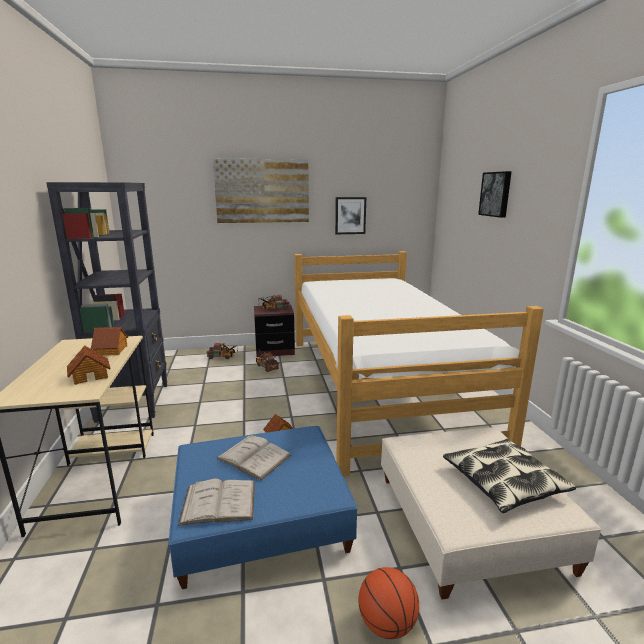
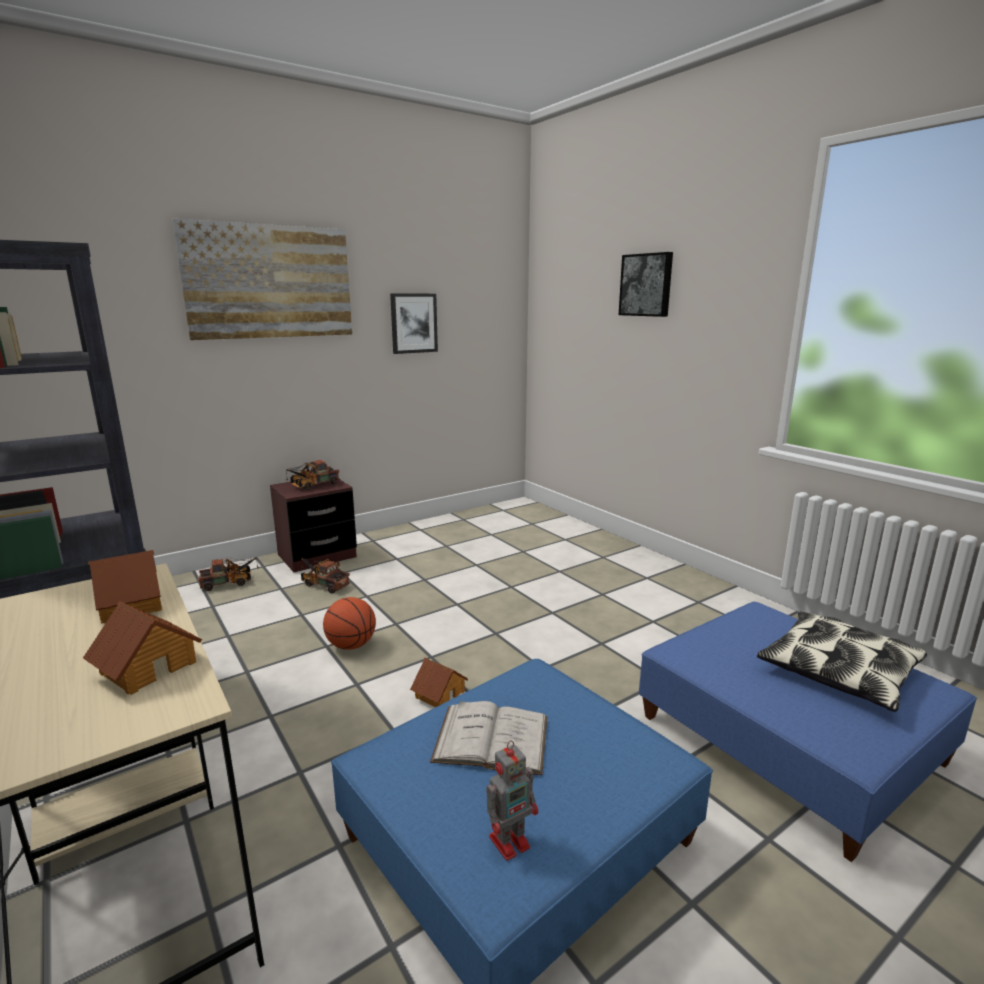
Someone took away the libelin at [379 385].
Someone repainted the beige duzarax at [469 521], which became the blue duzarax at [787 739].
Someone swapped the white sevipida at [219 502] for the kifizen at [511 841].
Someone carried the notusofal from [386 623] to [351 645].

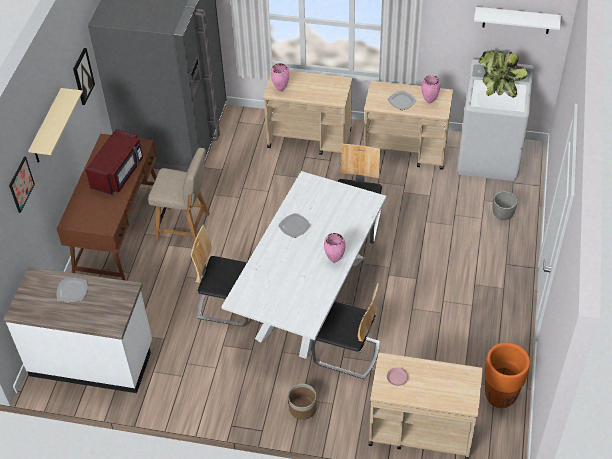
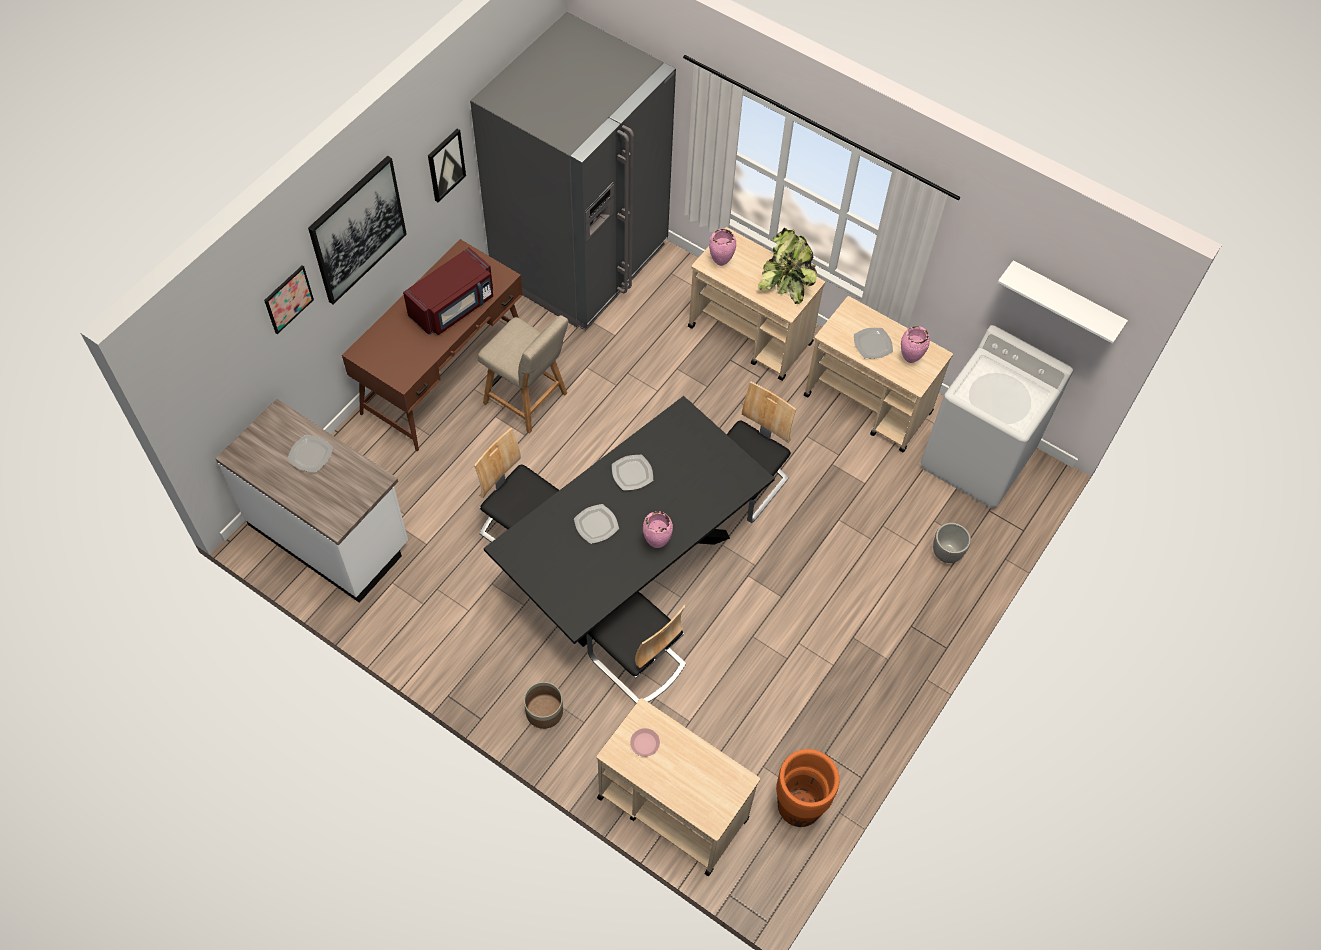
Someone carried the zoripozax from [497 87] to [786 281].
Someone swapped the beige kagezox at [47 127] for the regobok at [357 230].
Someone repainted the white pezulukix at [310 297], which became the black pezulukix at [631 565].
Someone put down the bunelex at [595 524].

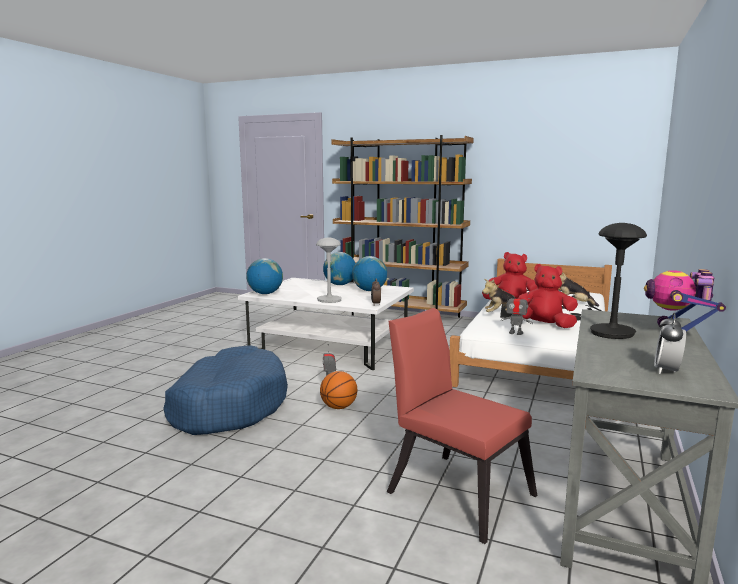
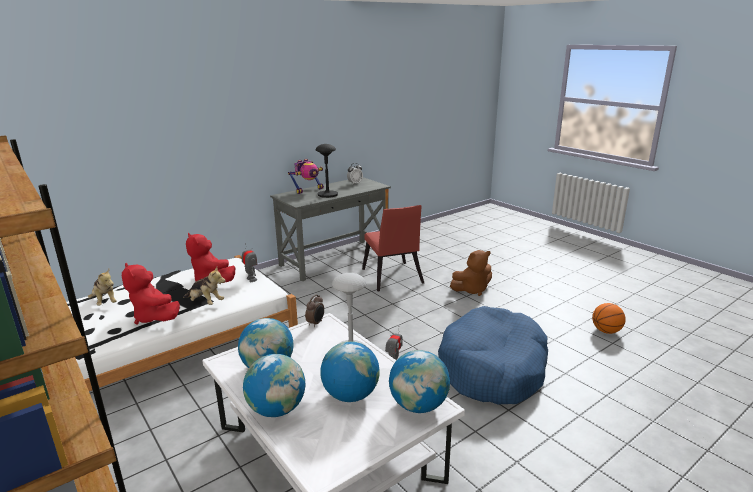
Someone carried the notusofal from [338 407] to [606 331].
Someone put down the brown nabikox at [472 290].
Someone put down the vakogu at [350 395].

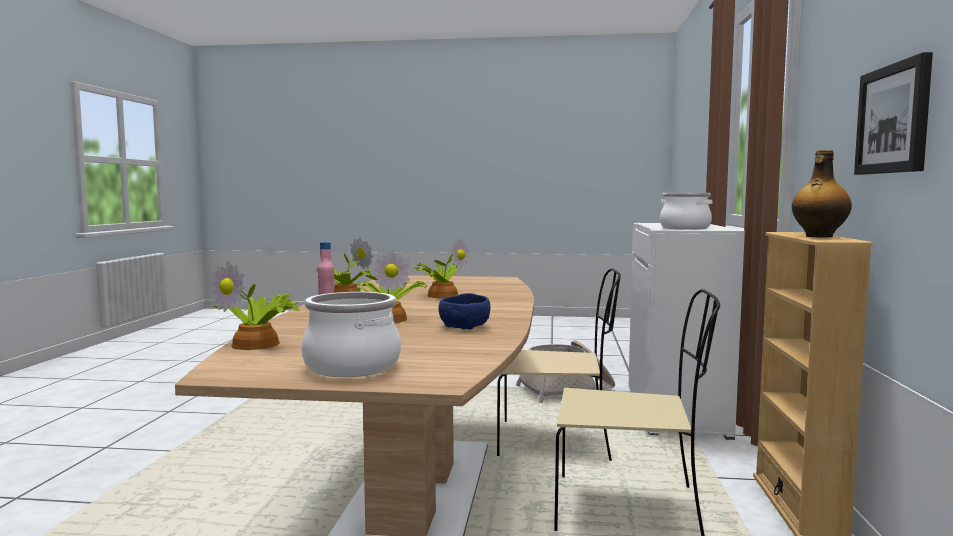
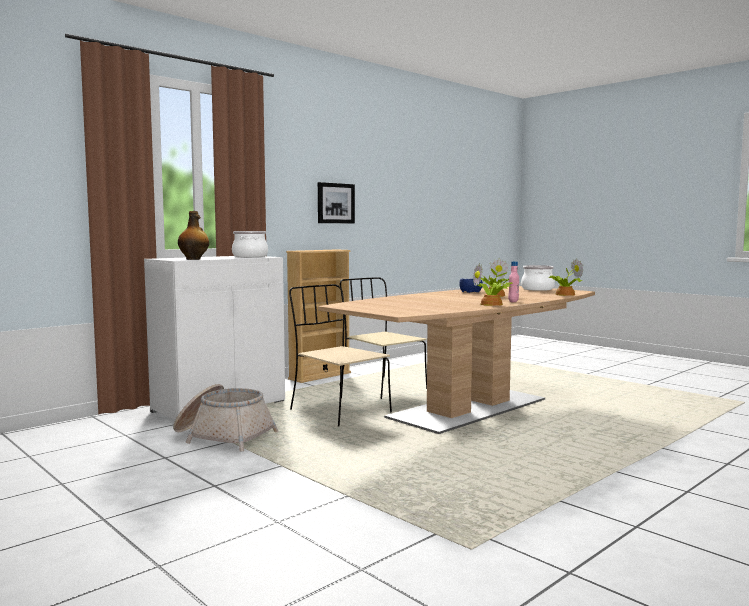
Someone carried the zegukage from [818 236] to [194 259].
Someone took away the zoripozax at [442 295].

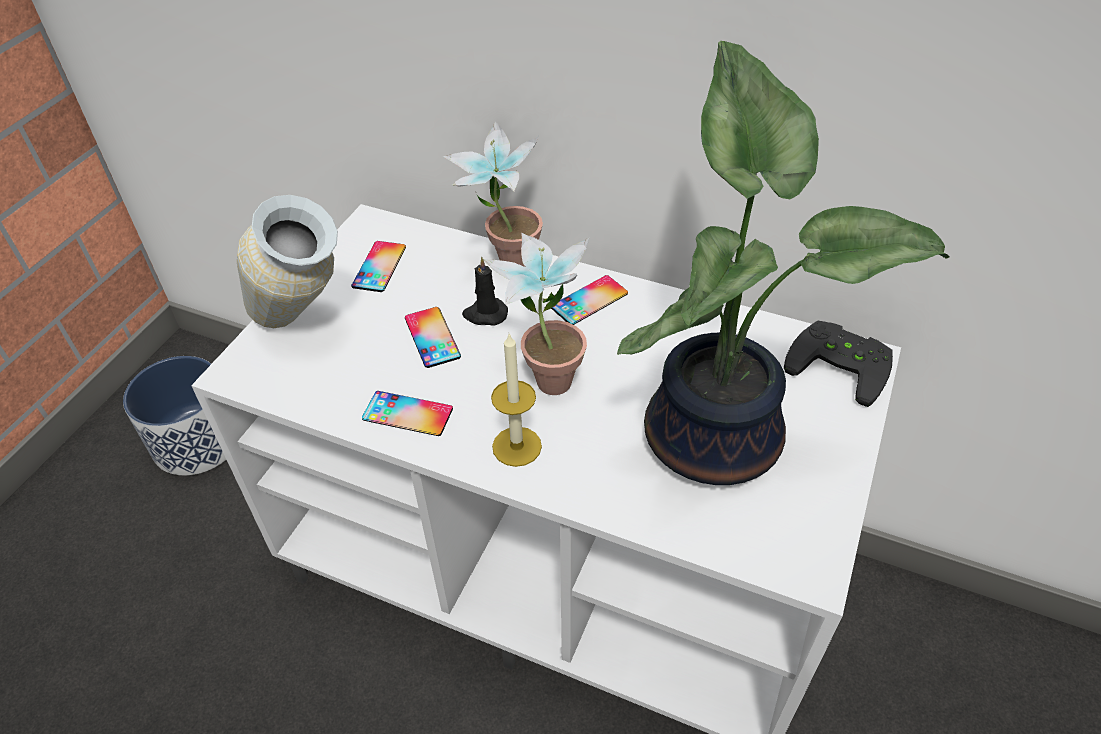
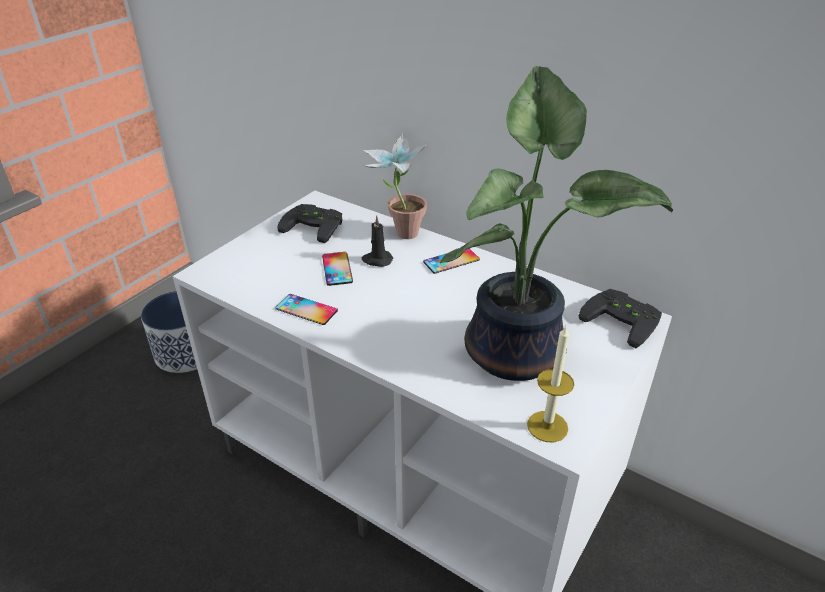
Someone took away the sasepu at [305 330].
Someone took away the zoripozax at [546 374].
Someone swapped the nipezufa at [379 266] for the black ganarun at [315 225].
Someone carried the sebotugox from [517 446] to [547 426].

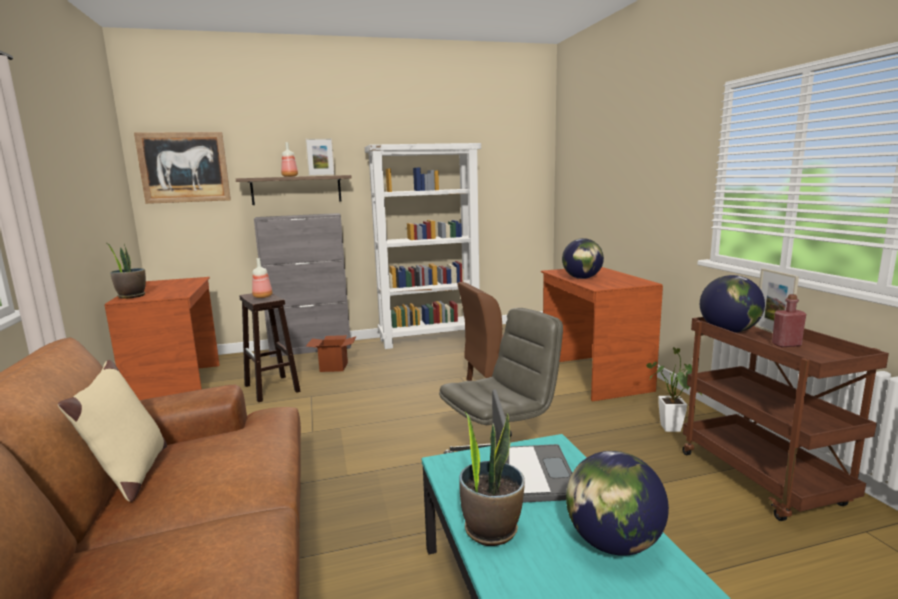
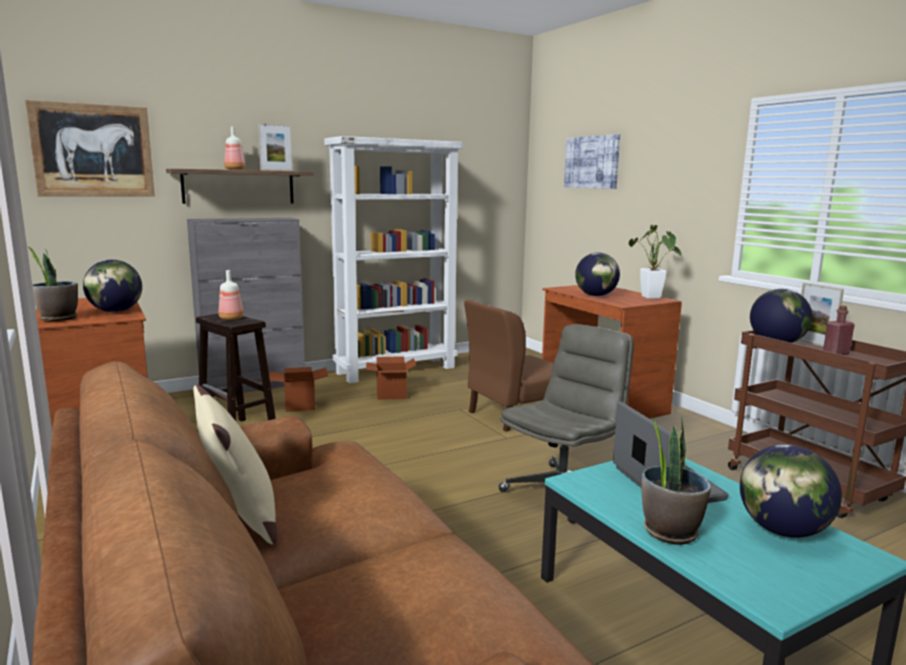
Someone carried the zoripozax from [671 430] to [652 298].
Someone put up the regobok at [592 162].
Someone put down the vakogu at [115 311].
Someone put down the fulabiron at [391 394].

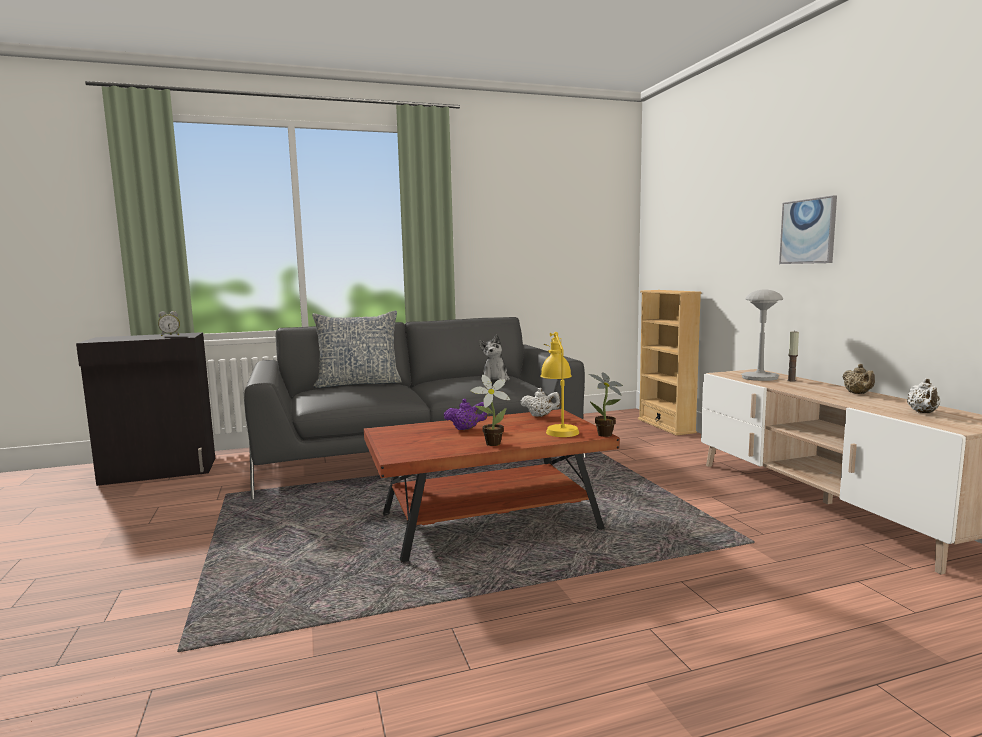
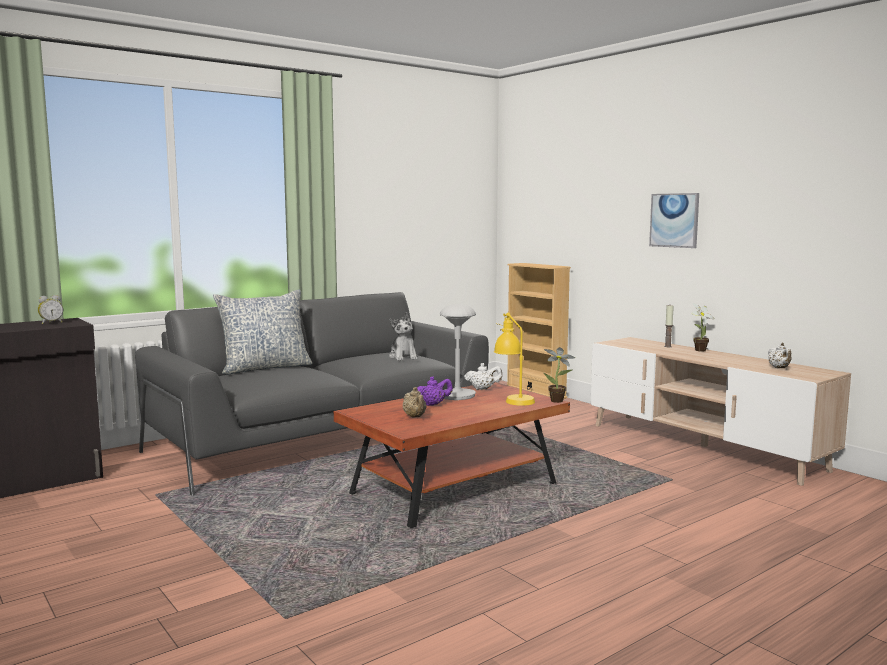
Someone carried the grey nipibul from [759 378] to [457 396].
Someone carried the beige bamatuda from [858 393] to [415 417].
Someone carried the zoripozax from [490 444] to [698 350].

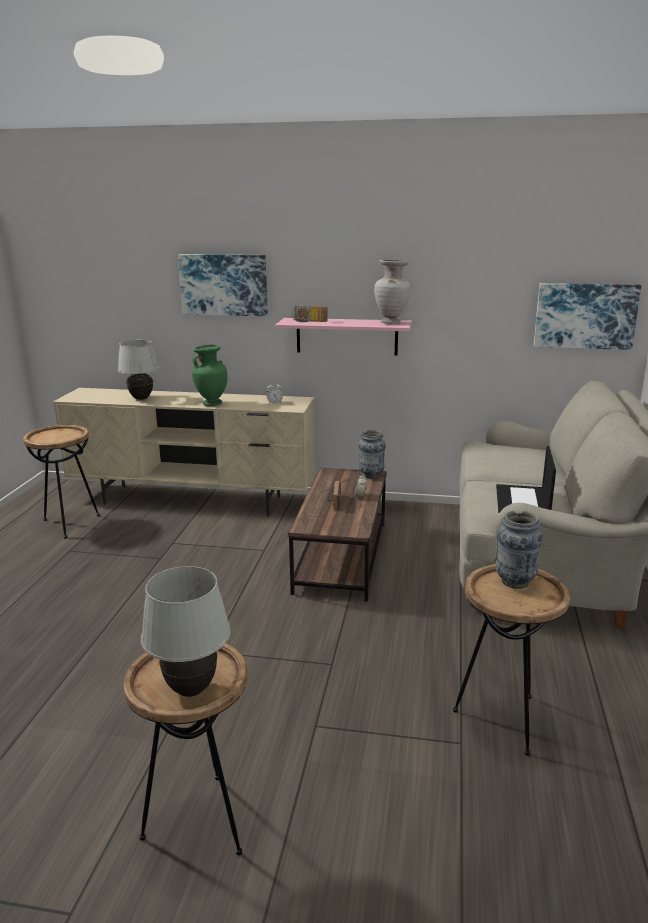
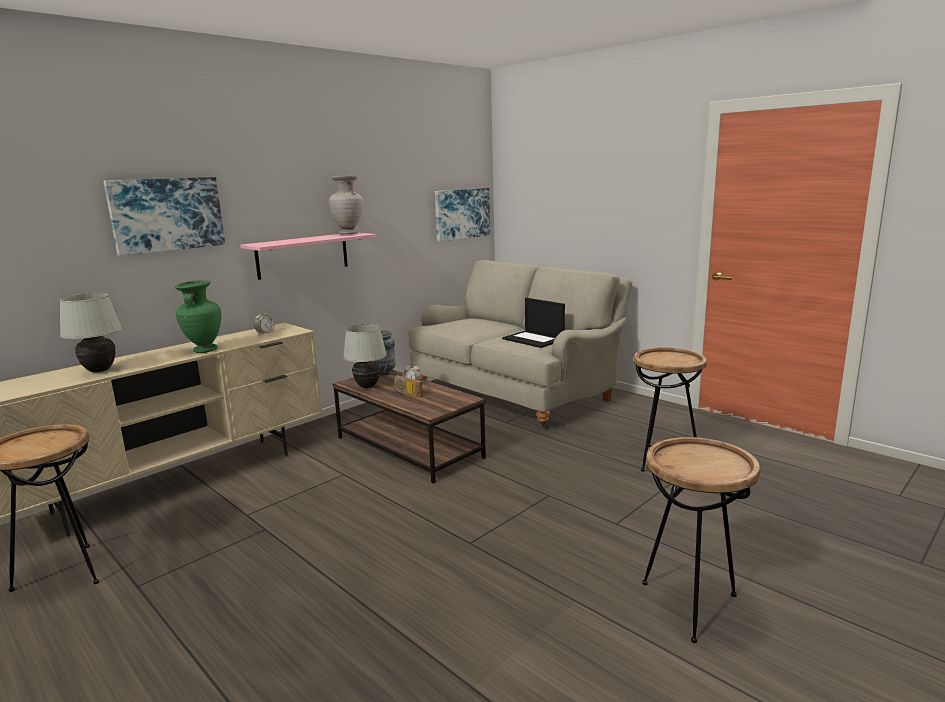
Someone took away the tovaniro at [309 321].
Someone took away the sasepu at [515 582].
Someone carried the white nipibul from [191 690] to [367 387].

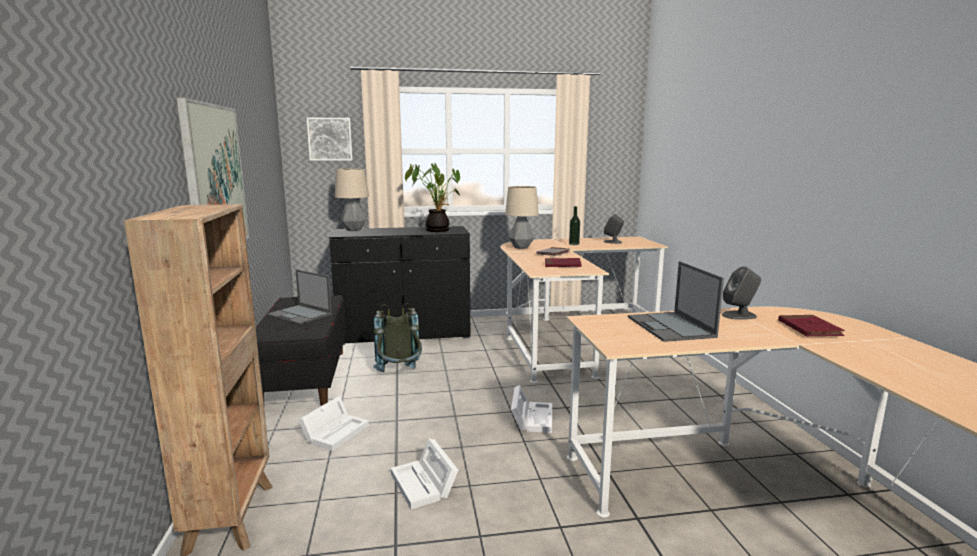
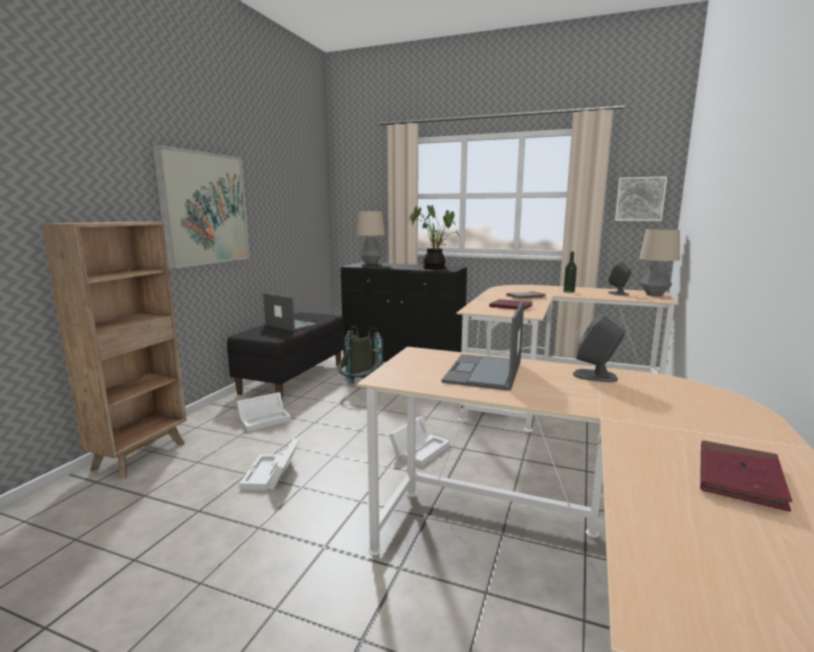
Someone carried the regobok from [330 139] to [640 199].
Someone carried the nipibul from [521 247] to [654 295].
Someone rotated the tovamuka at [300 315] by 150 degrees clockwise.
Someone carried the red sevipida from [809 329] to [739 478].

